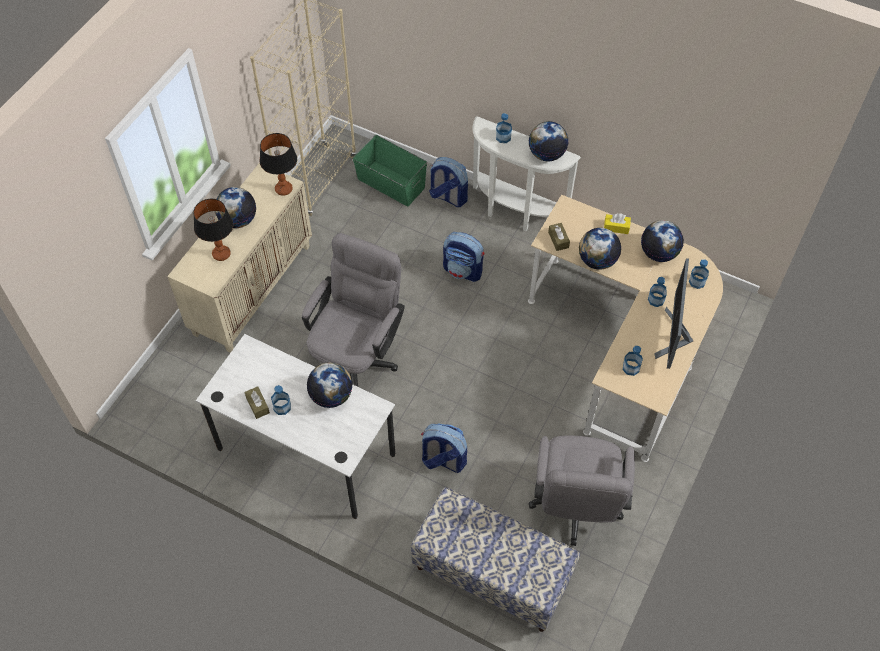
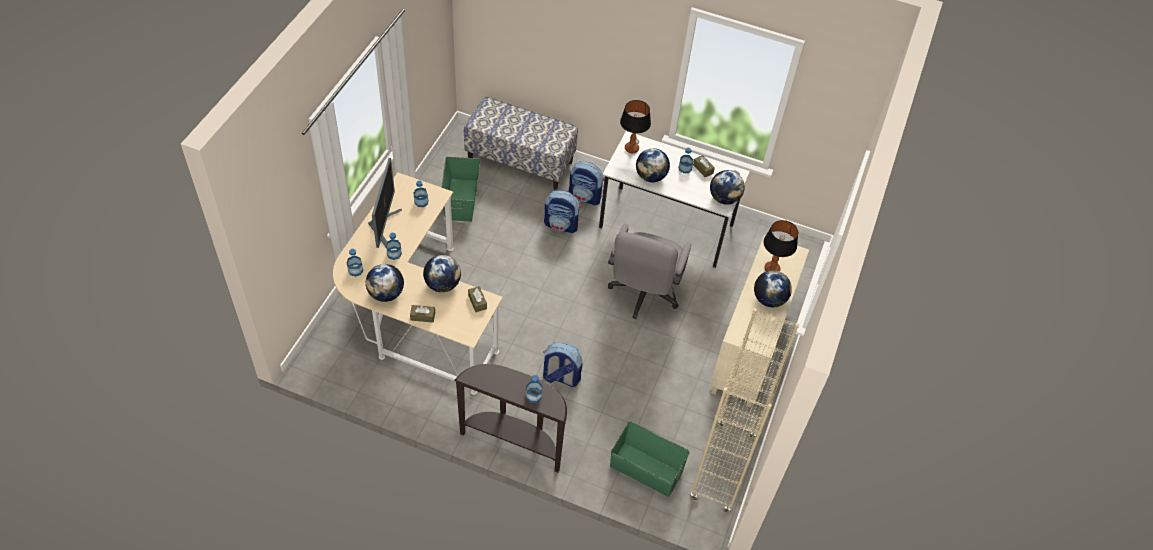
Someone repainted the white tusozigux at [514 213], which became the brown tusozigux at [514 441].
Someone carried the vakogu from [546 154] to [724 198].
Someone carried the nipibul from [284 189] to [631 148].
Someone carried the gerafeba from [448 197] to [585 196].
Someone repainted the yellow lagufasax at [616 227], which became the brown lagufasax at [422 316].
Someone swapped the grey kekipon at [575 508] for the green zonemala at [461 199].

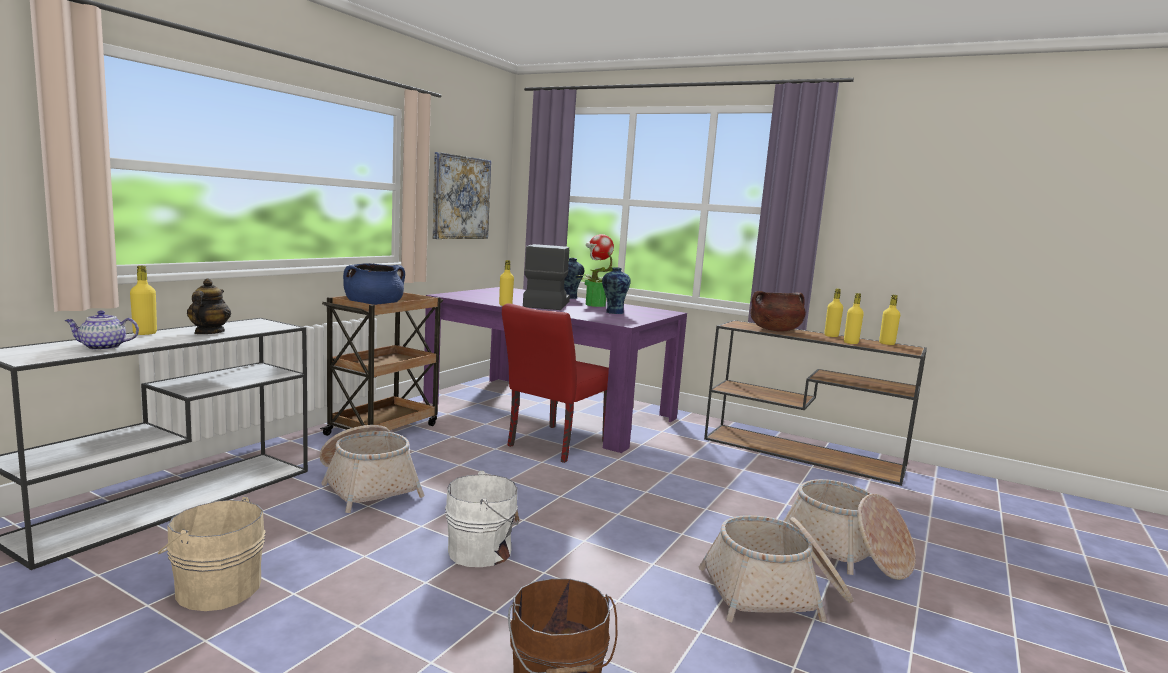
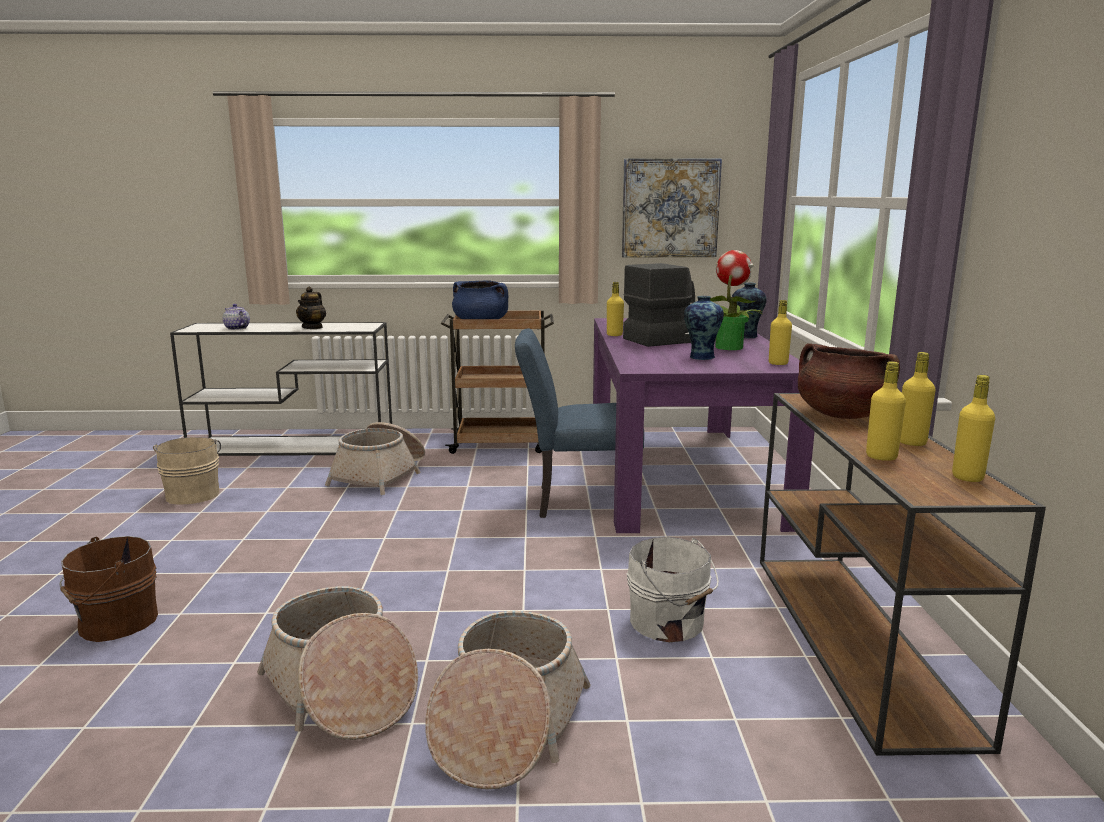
Someone carried the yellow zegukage from [145 333] to [778 363].
Someone rotated the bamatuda at [209 332] by 135 degrees clockwise.
Someone repainted the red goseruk at [553 445], which became the blue goseruk at [577 502].
Someone carried the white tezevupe from [483 551] to [669 624].

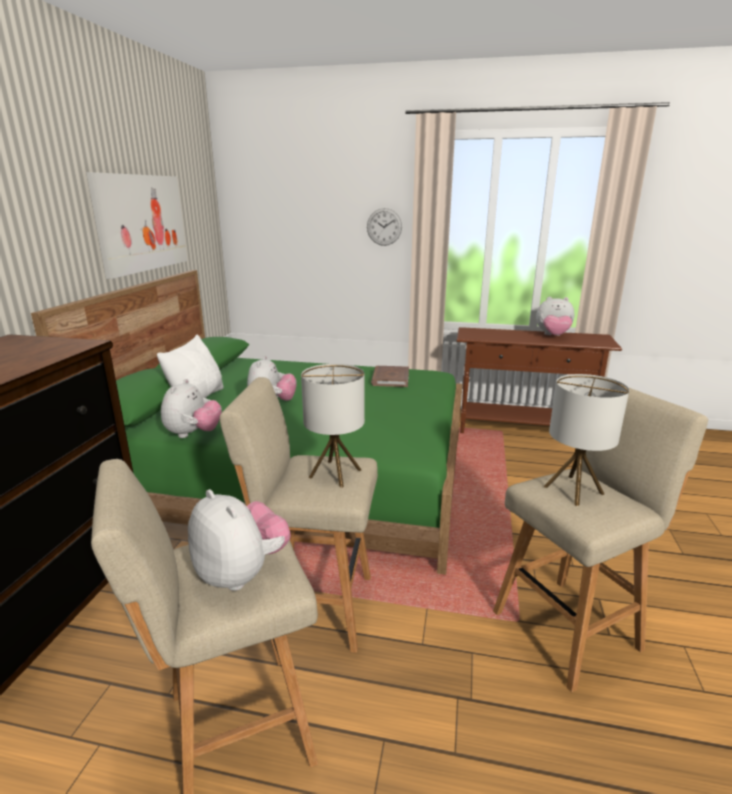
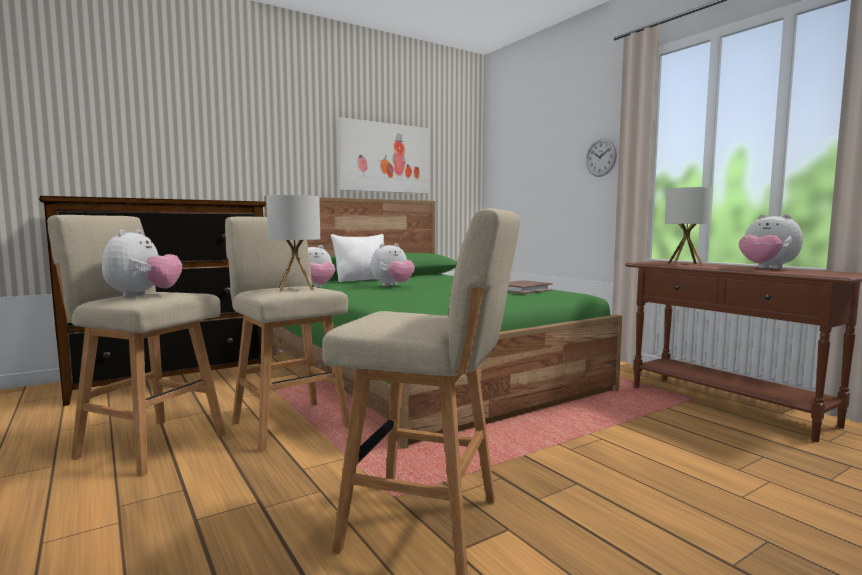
Someone carried the nipibul from [573 490] to [684 264].

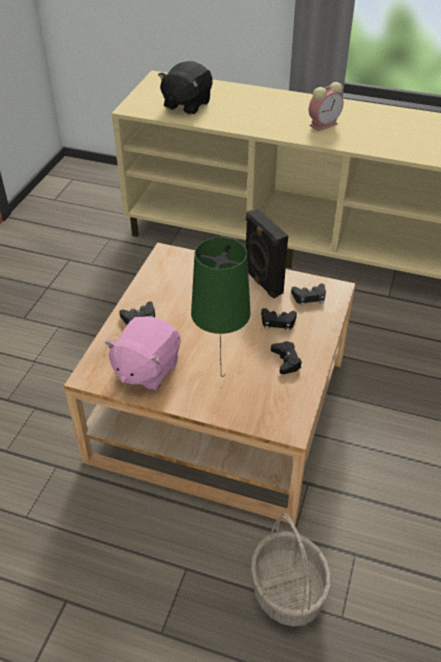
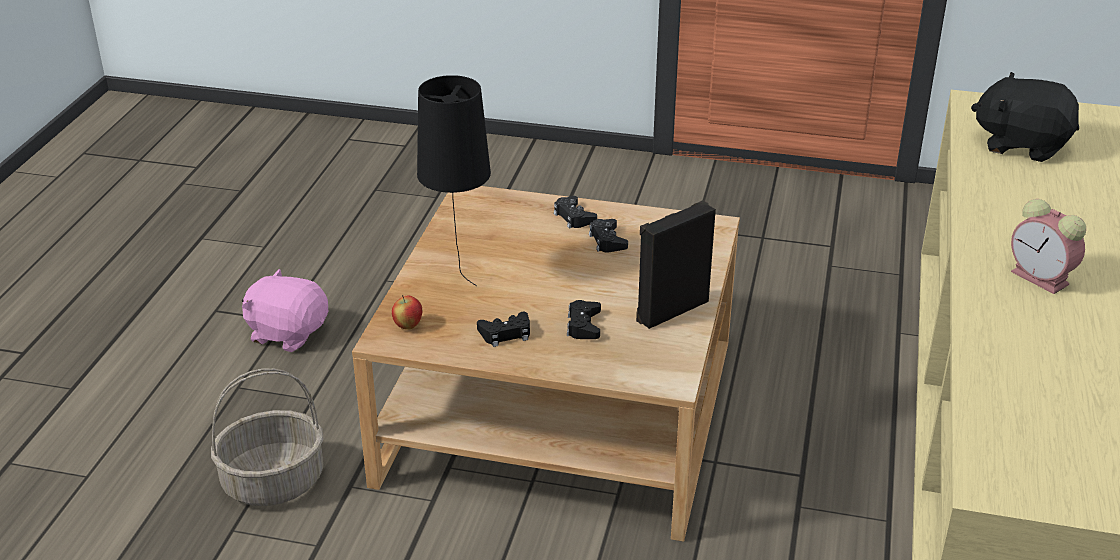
Someone repainted the green nipibul at [221 384], which became the black nipibul at [459 284].
Someone carried the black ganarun from [309 297] to [607 241].
Someone carried the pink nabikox from [146 369] to [288 333].
Someone put down the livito at [408 326].

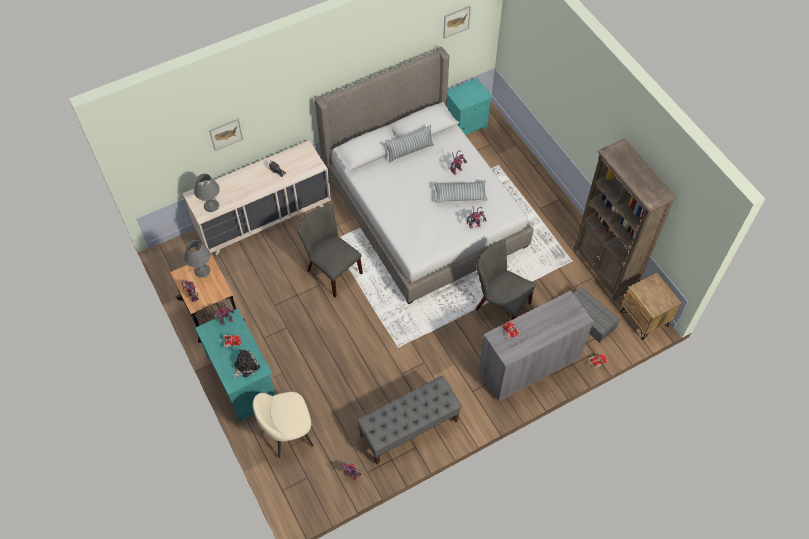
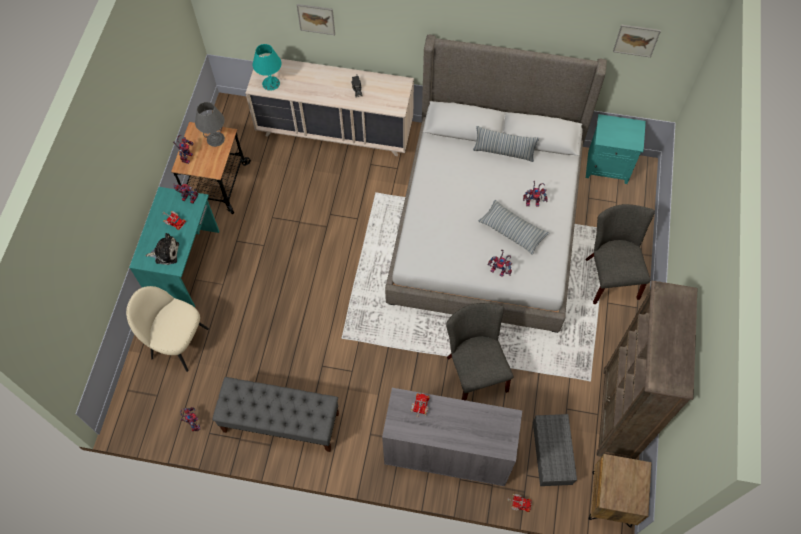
Someone repainted the grey nipibul at [211 205], which became the turquoise nipibul at [271 83].
Someone carried the grey goseruk from [331 270] to [609 275].

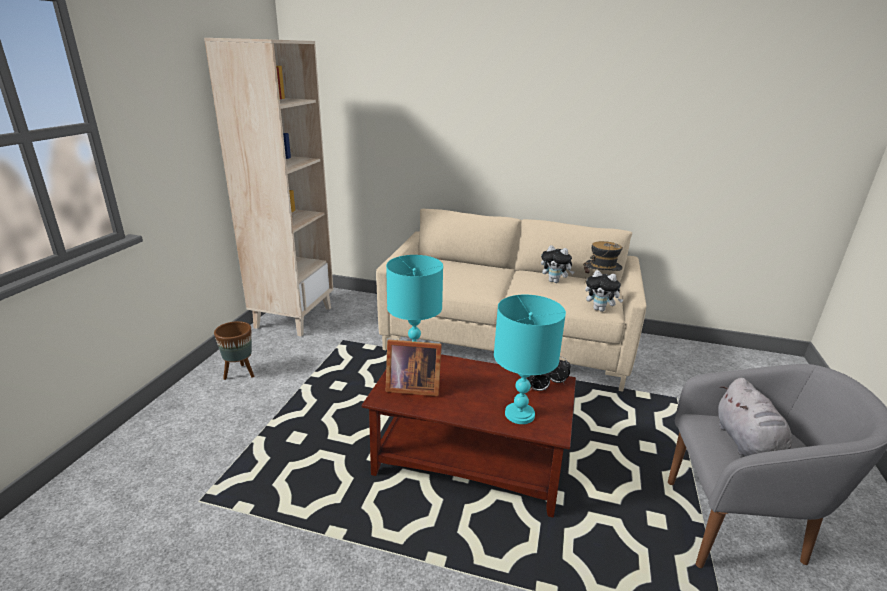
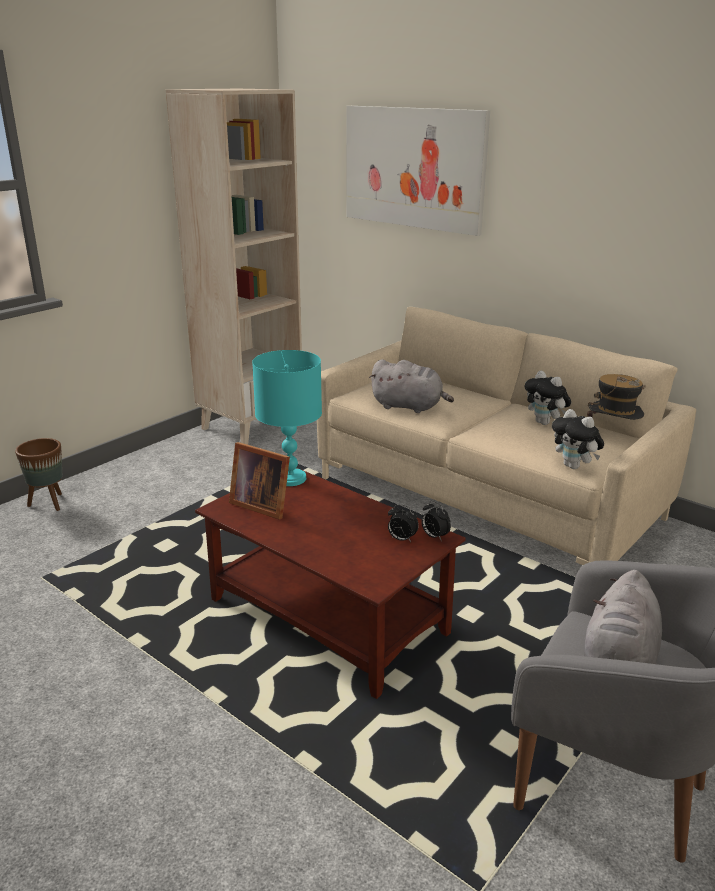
Someone took away the turquoise nipibul at [519 415].
Someone carried the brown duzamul from [240 373] to [48 503].
Someone put up the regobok at [414 168].
Someone put down the grey nabikox at [409 407].

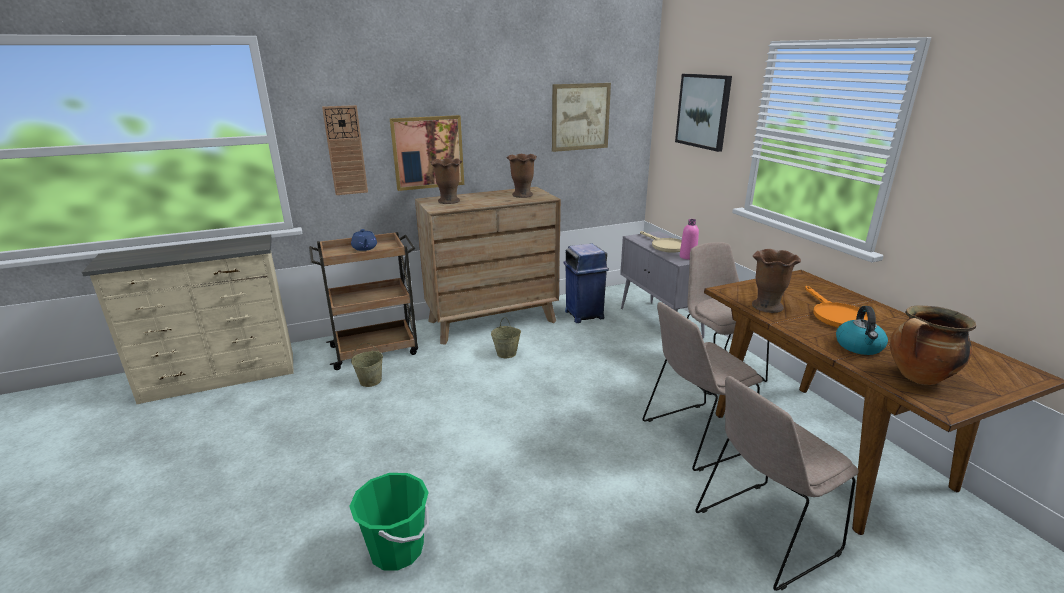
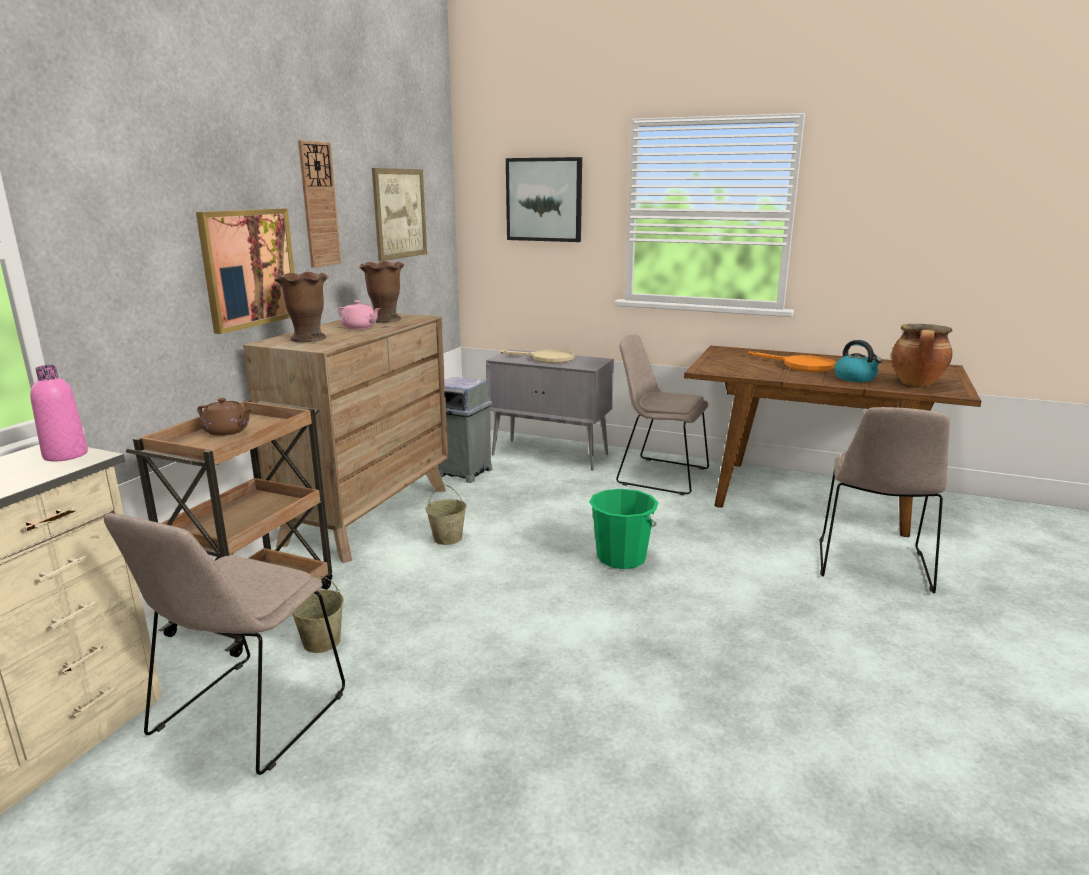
Someone carried the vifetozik from [345 151] to [319 205].
Someone carried the pink zegukage from [687 257] to [65 455].
Someone repainted the blue bamatuda at [365 248], which became the brown bamatuda at [227 431].
Someone repainted the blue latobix at [584 314], which became the grey latobix at [464 472].
Someone took away the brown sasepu at [767 306].
Someone carried the beige goseruk from [694 436] to [246 718].
Someone carried the green tezevupe from [397 549] to [621 558].
Someone put down the pink bamatuda at [360 327].

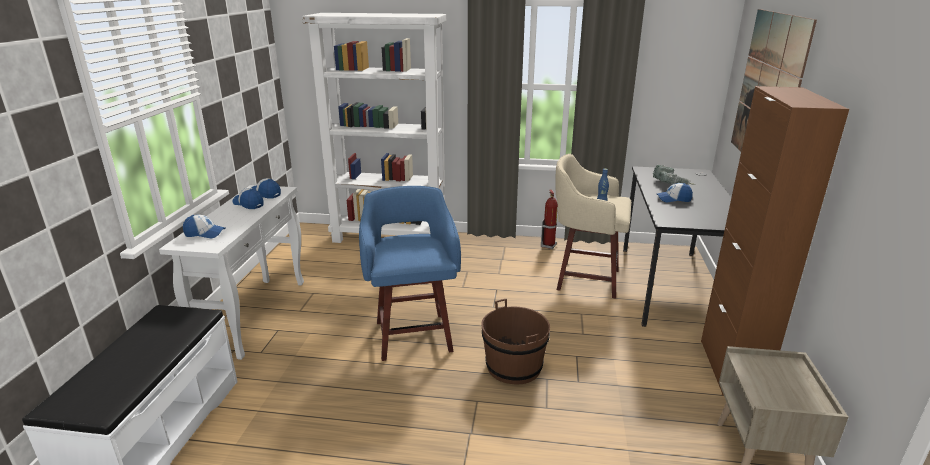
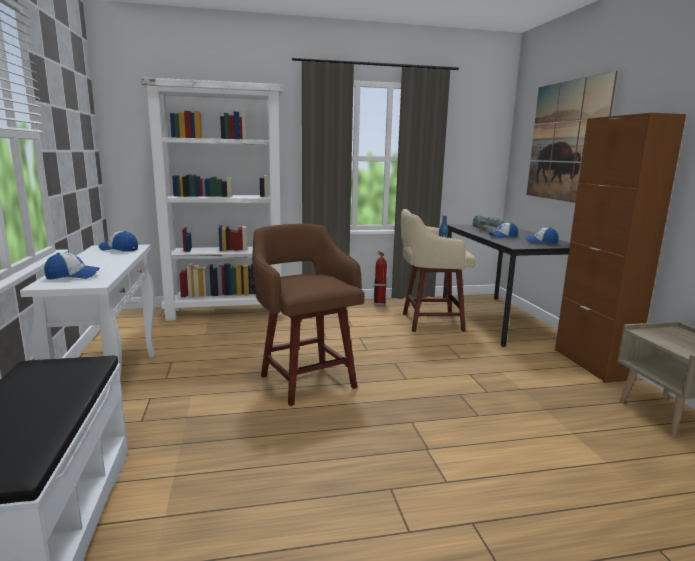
Someone repainted the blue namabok at [413 334], which became the brown namabok at [306 380].
Someone carried the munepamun from [248 204] to [541 242].
Someone took away the brown tezevupe at [513 367].

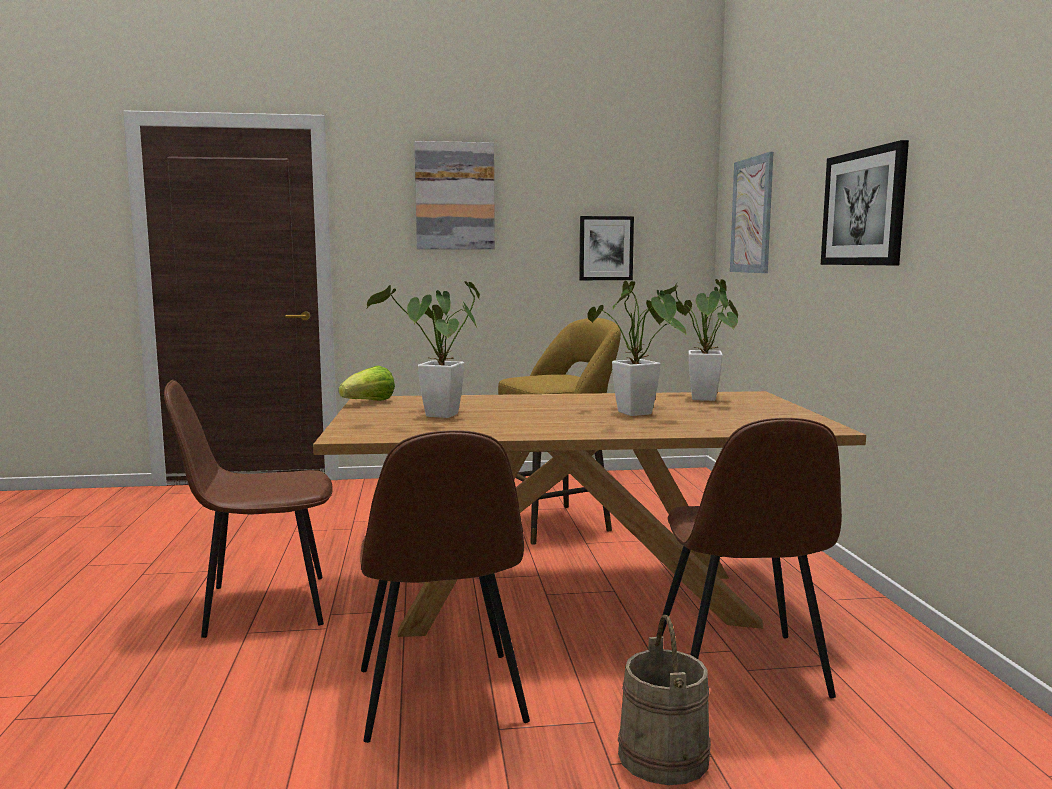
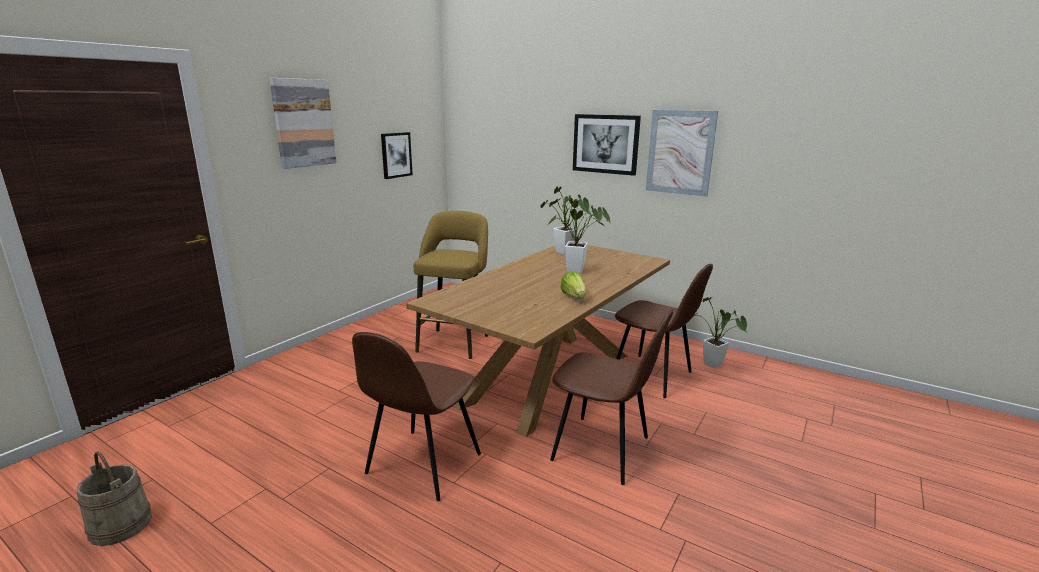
Someone carried the regobok from [751 215] to [680 152].
Someone carried the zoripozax from [438 416] to [715 366].
Someone carried the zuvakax from [369 402] to [574 297].
Someone carried the beige tezevupe from [664 756] to [121 525].

